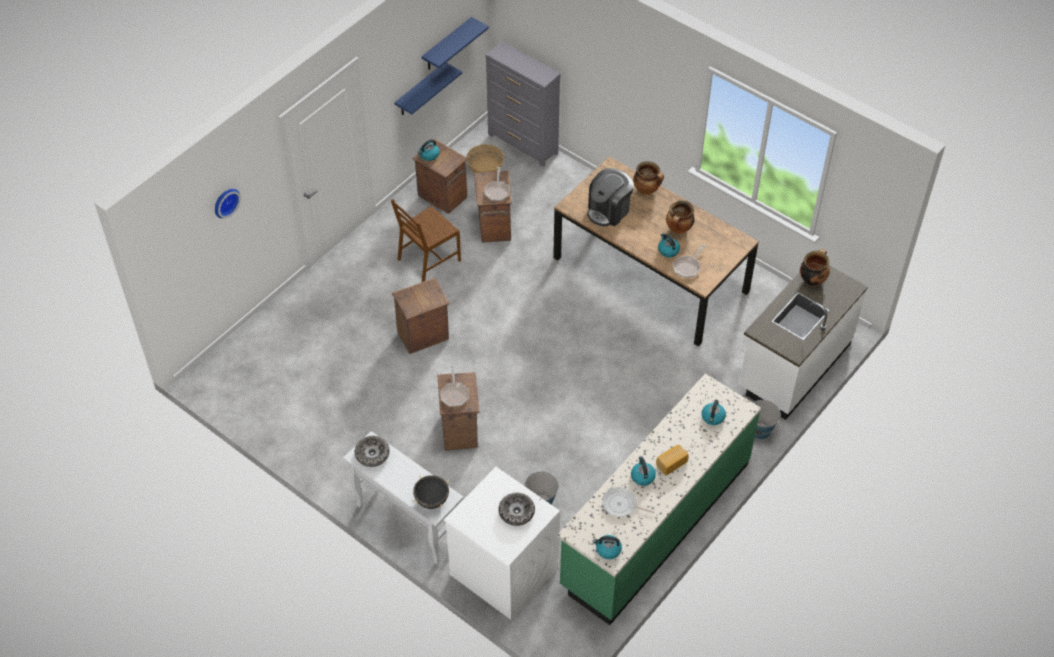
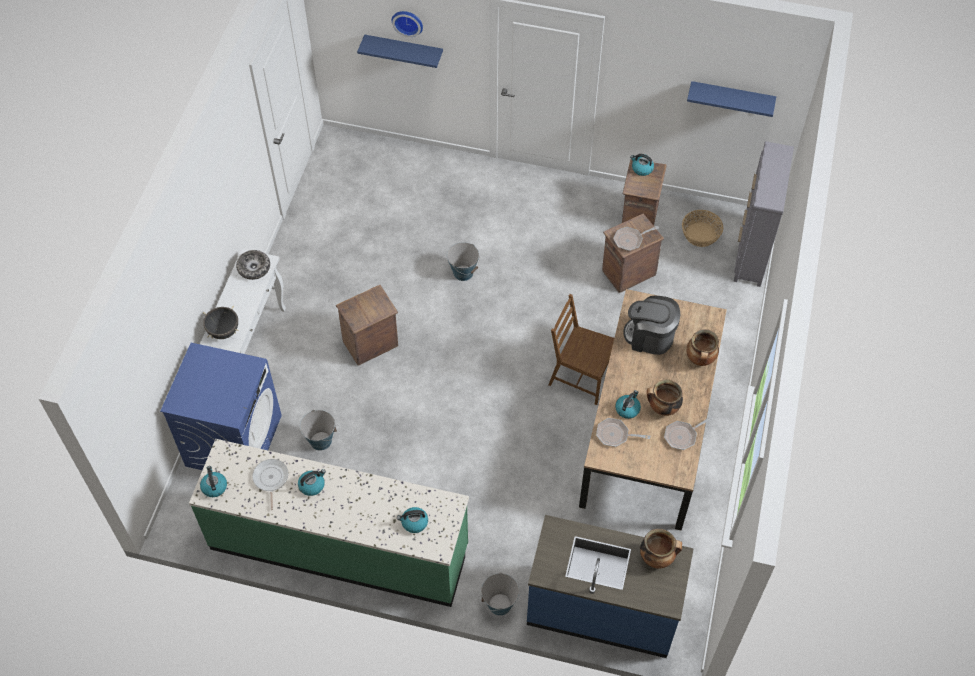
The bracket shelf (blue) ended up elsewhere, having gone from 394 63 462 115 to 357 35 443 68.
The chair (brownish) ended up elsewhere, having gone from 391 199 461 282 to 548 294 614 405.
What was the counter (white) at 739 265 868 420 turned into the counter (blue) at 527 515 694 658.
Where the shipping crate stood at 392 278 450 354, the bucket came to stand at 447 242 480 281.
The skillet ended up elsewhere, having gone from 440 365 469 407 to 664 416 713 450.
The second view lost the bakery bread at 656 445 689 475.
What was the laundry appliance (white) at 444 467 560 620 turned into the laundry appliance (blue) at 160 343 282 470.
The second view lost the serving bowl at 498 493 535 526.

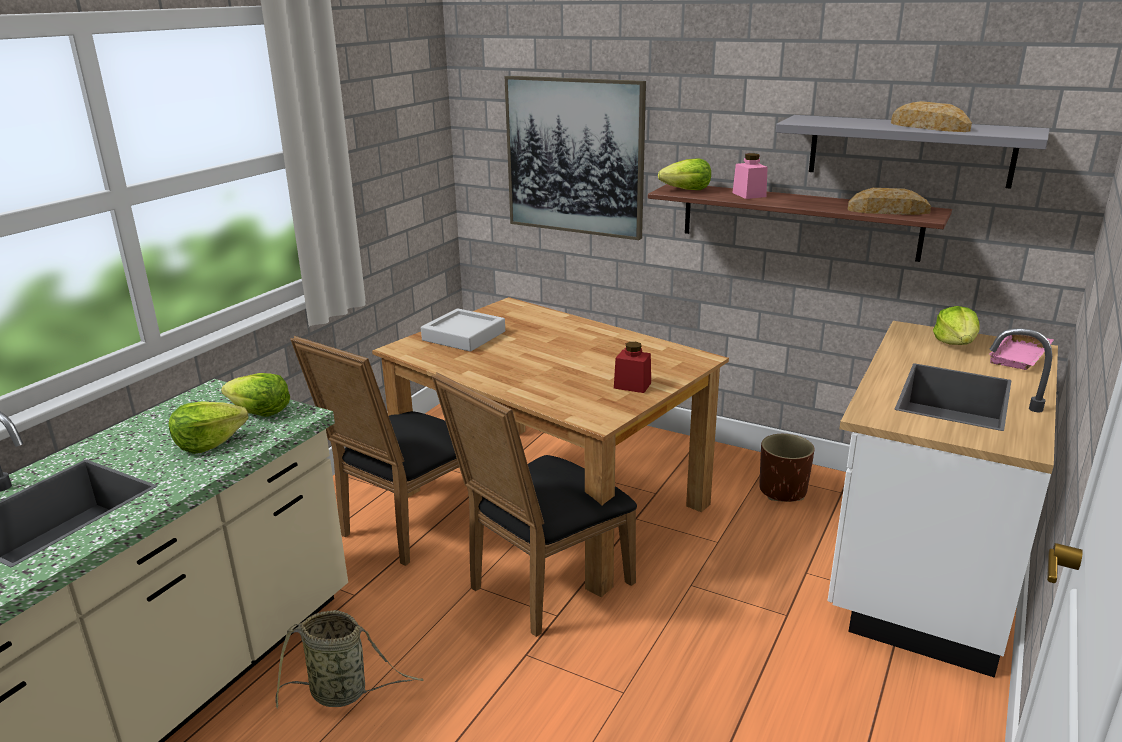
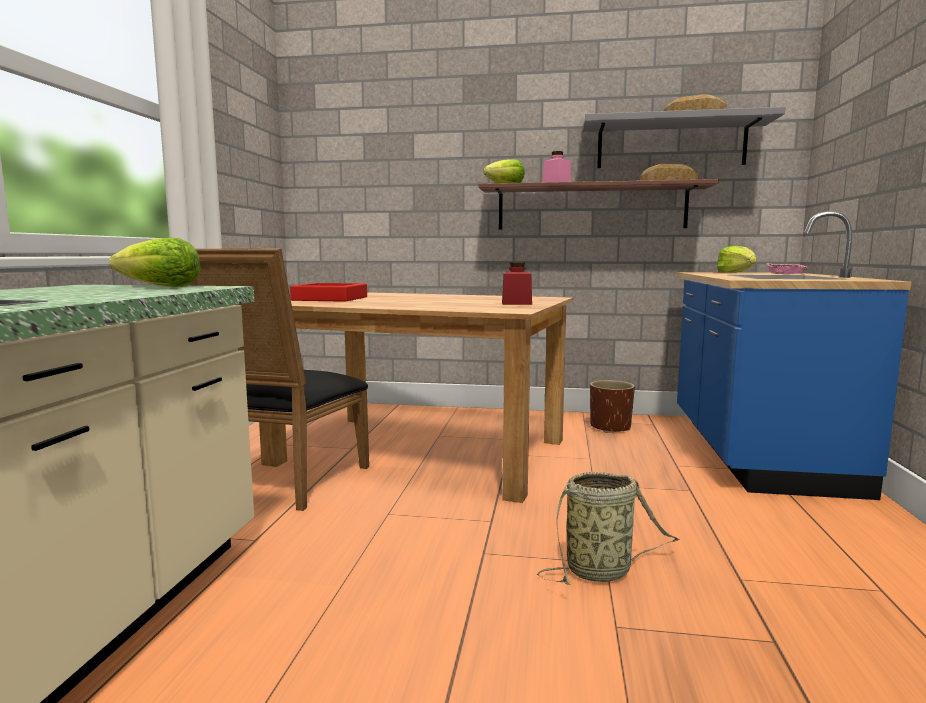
The second view lost the wall art at 505 76 646 240.
What was the serving tray (grey) at 421 308 505 352 turned into the serving tray (reddish) at 290 283 367 302.
What was the counter (white) at 828 321 1058 678 turned into the counter (blue) at 677 211 911 500.
The second view lost the chair (black) at 432 372 637 637.
The second view lost the head of lettuce at 169 401 248 454.
The household basket ended up elsewhere, having gone from 276 610 424 708 to 537 472 680 585.

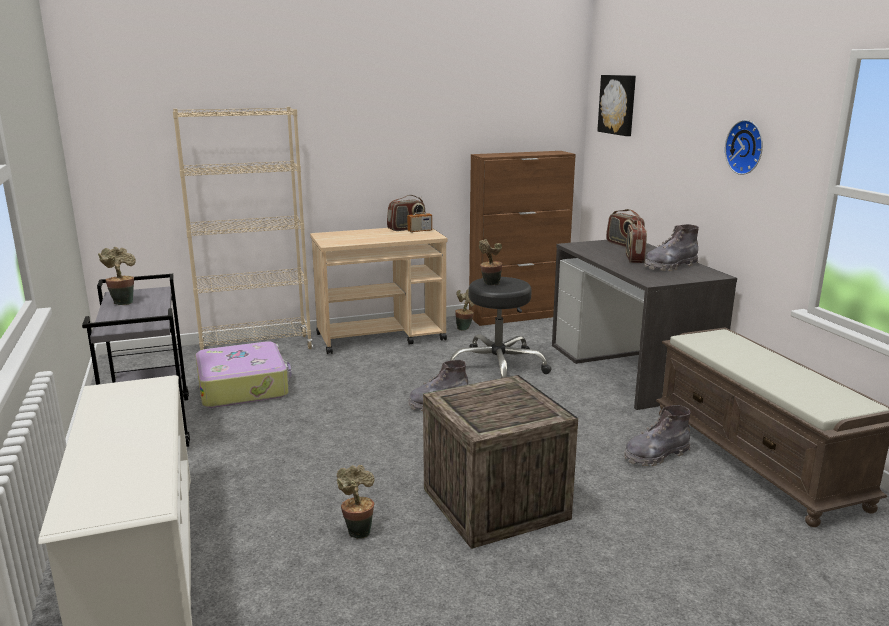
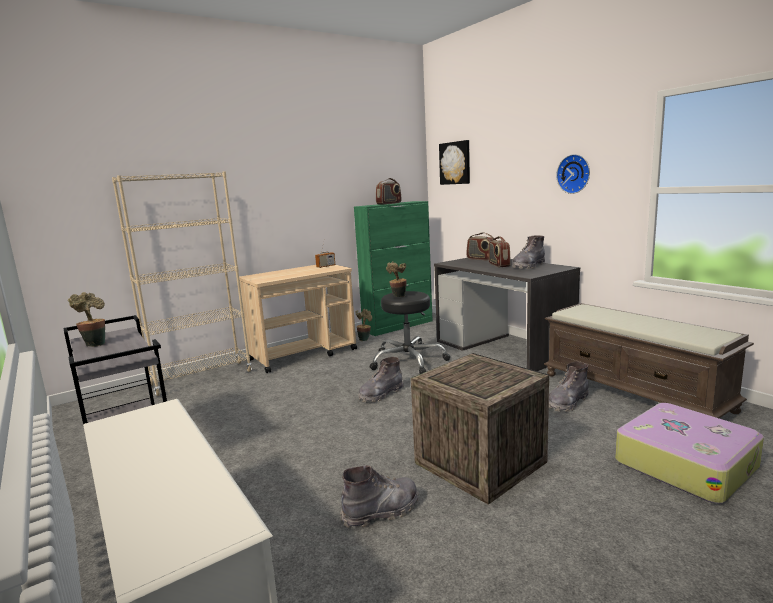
What was the storage cabinet (brownish) at 469 151 576 326 turned into the storage cabinet (greenish) at 354 201 433 336.
The radio receiver ended up elsewhere, having gone from 387 195 426 231 to 376 178 401 205.
The travel case ended up elsewhere, having gone from 195 341 292 408 to 615 403 764 503.
Where the houseplant stood at 337 465 375 539, the boot (grey) came to stand at 340 465 418 528.

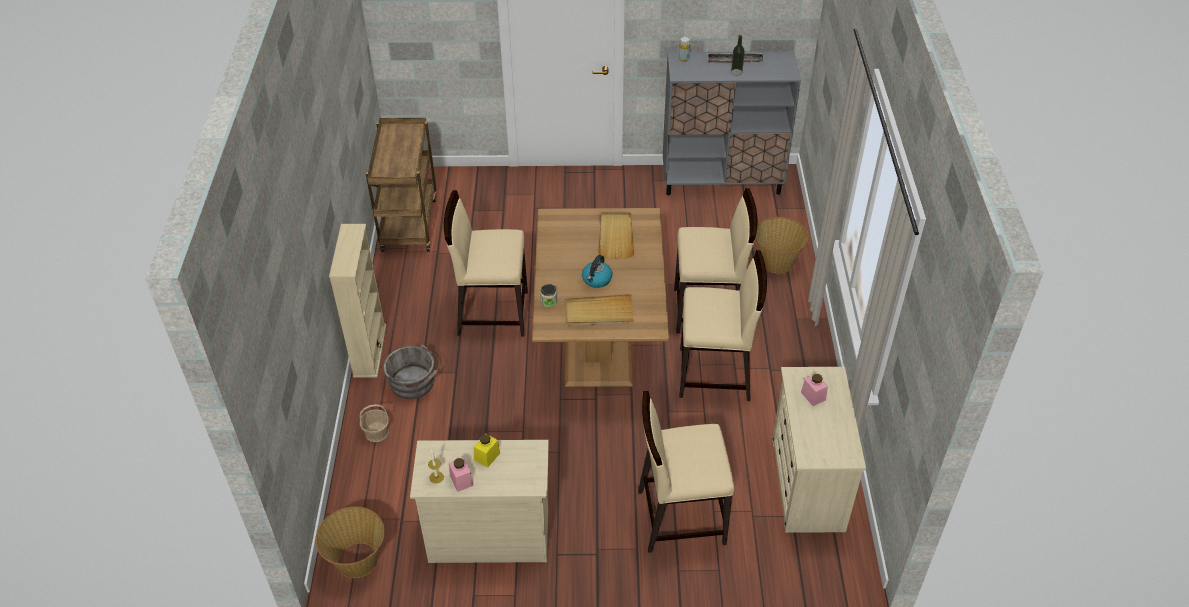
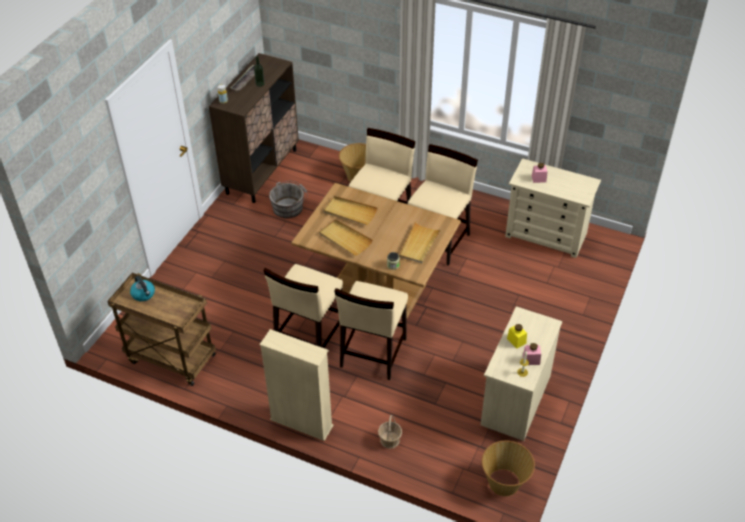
What was the storage cabinet (grey) at 663 51 801 195 turned into the storage cabinet (brownish) at 209 53 299 203.
The water kettle ended up elsewhere, having gone from 582 255 612 288 to 130 276 155 301.
The bucket (grey) ended up elsewhere, having gone from 383 345 440 399 to 269 181 308 219.
The chair (beige-coloured) ended up elsewhere, having gone from 638 391 734 553 to 335 281 408 380.
The second view gained the serving tray (beige-coloured) at 319 219 373 256.

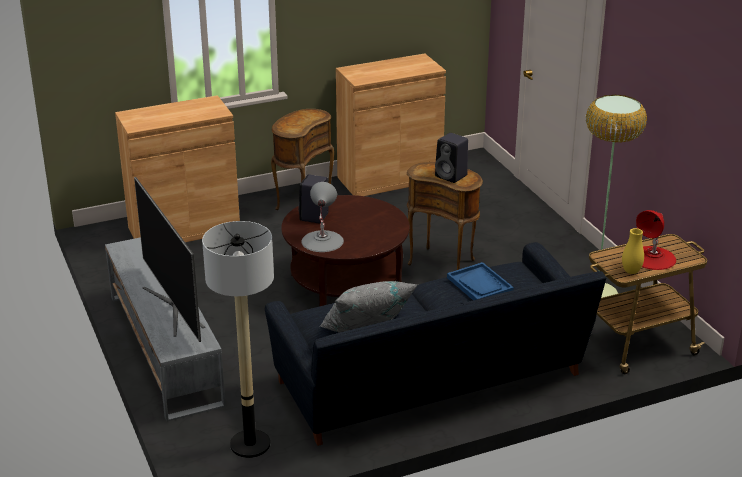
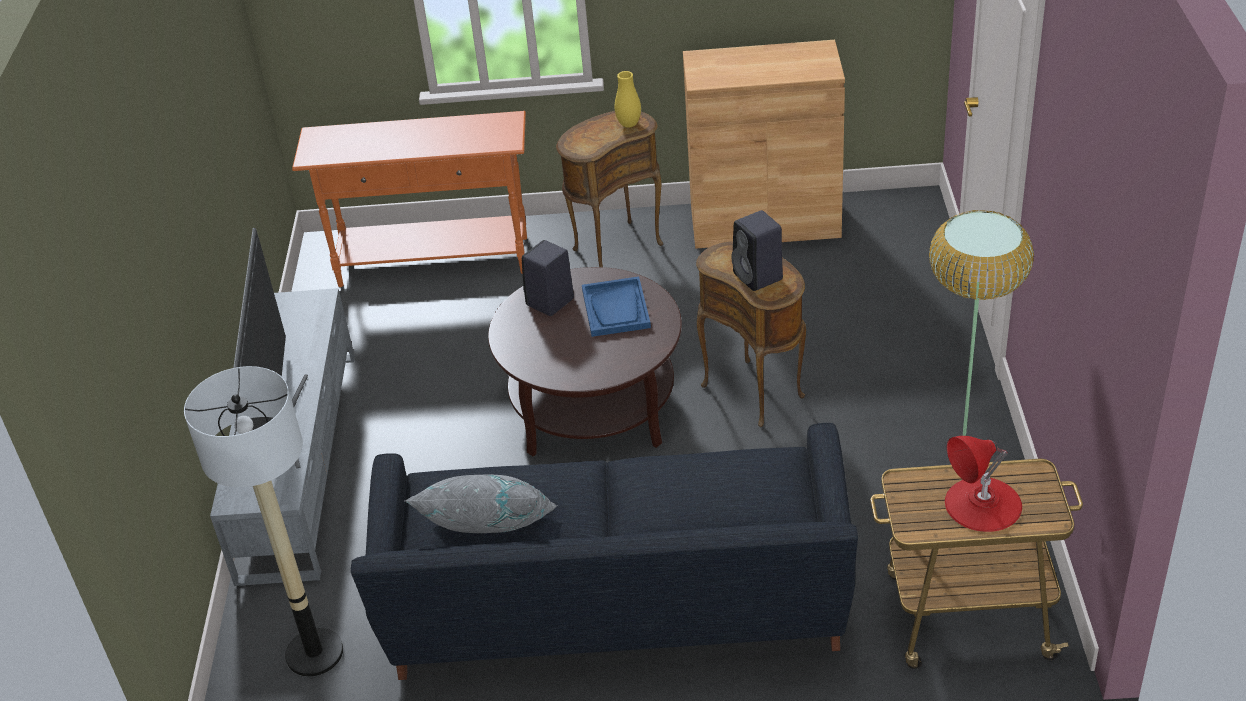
Where the storage cabinet (brownish) stood at 115 95 240 242, the narrow table (orange) came to stand at 292 111 527 287.
The second view lost the table lamp (grey) at 301 182 344 252.
The decorative vase (yellowish) ended up elsewhere, having gone from 622 228 644 274 to 615 71 641 128.
The serving tray (blue) ended up elsewhere, having gone from 447 262 514 300 to 582 277 651 337.

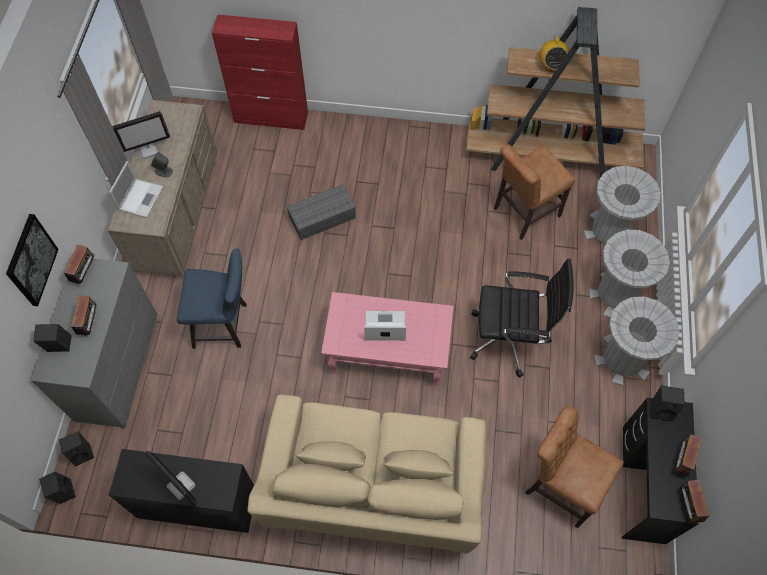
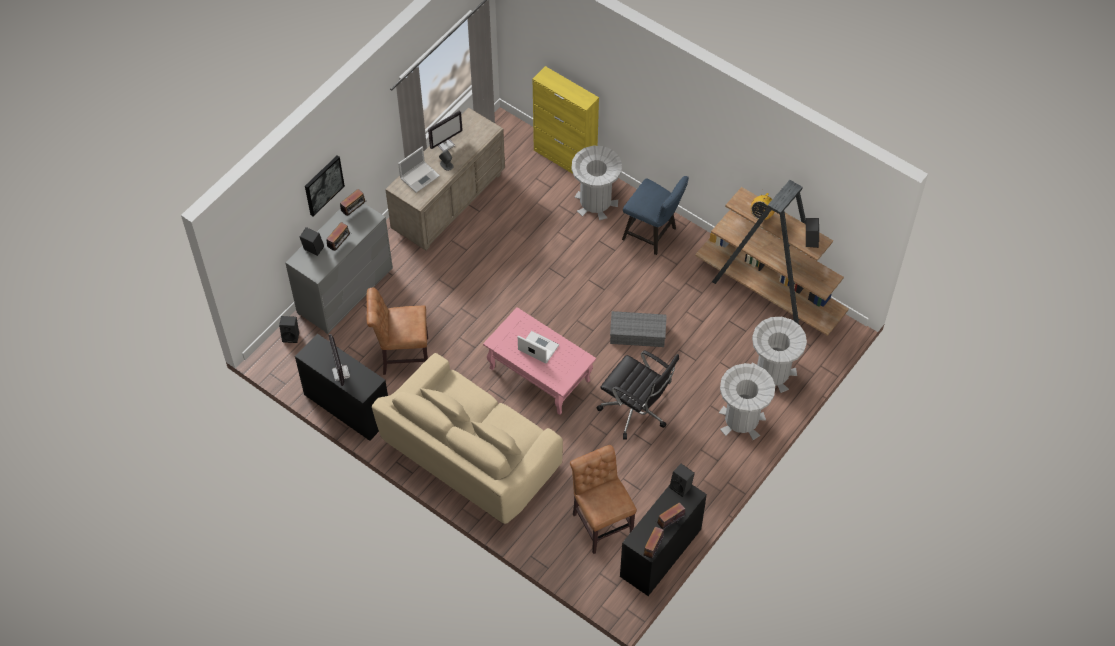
What was the storage cabinet (reddish) at 212 14 308 130 turned into the storage cabinet (yellowish) at 533 66 599 174.
The computer screen at 112 111 170 159 ended up facing another way, 45 degrees counterclockwise from before.
The chair (brownish) ended up elsewhere, having gone from 494 144 575 240 to 366 288 428 375.
The storage container (grey) ended up elsewhere, having gone from 286 184 356 240 to 610 311 667 347.
The chair (blue) ended up elsewhere, having gone from 177 248 247 349 to 622 176 689 255.
The waste bin (grey) ended up elsewhere, having gone from 594 297 680 386 to 572 146 622 220.
The loudspeaker (black) ended up elsewhere, having gone from 39 472 76 504 to 806 218 819 248.

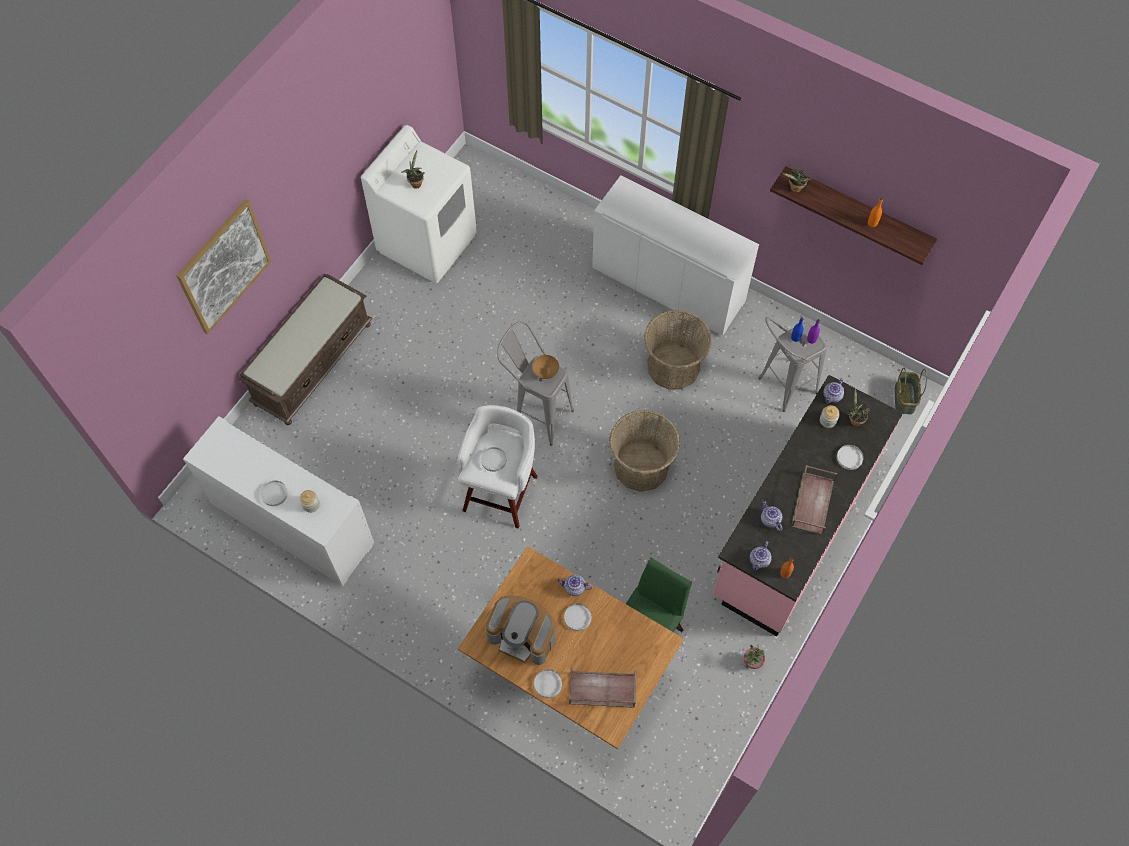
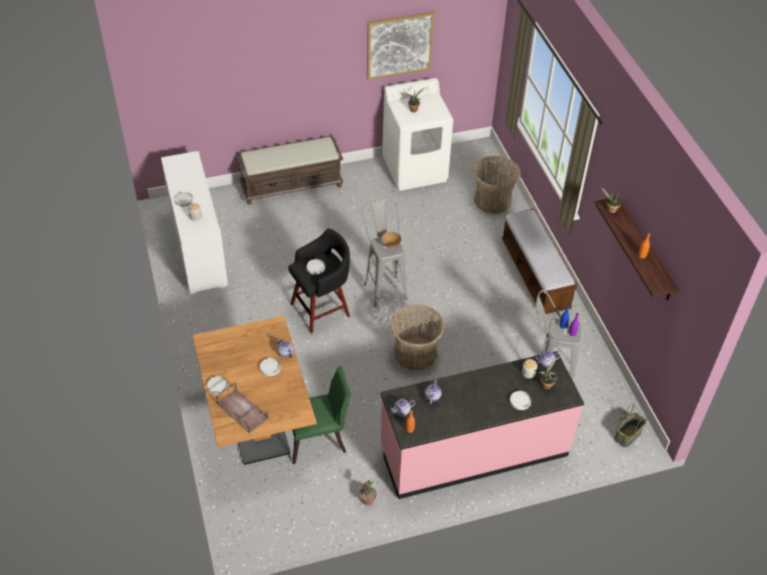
Where the storage cabinet (white) stood at 592 175 759 336, the bench came to stand at 502 209 577 314.
The wall art ended up elsewhere, having gone from 176 199 271 334 to 367 11 435 80.
The household basket ended up elsewhere, having gone from 644 310 712 390 to 473 155 521 214.
What was the stool (white) at 457 405 538 528 turned into the stool (black) at 288 229 350 333.
The second view lost the serving tray (brownish) at 791 465 837 535.
The second view lost the coffee machine at 486 596 556 665.

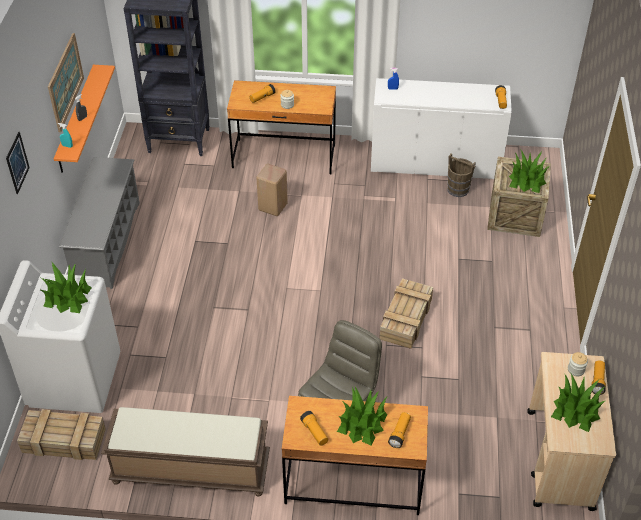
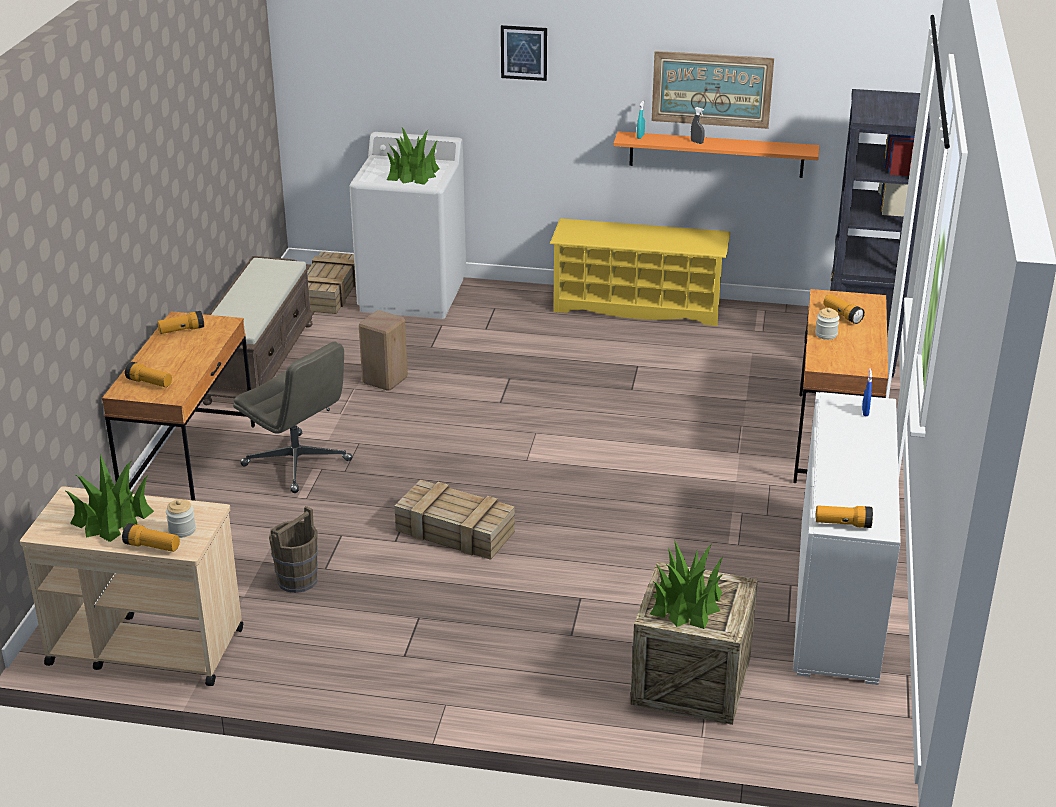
The bucket (brownish) ended up elsewhere, having gone from 447 153 476 197 to 269 506 318 593.
What was the shoe stand (grey) at 59 157 140 289 turned into the shoe stand (yellowish) at 550 218 730 326.
The stool (beige-coloured) ended up elsewhere, having gone from 256 164 288 216 to 359 310 408 391.
The second view lost the houseplant at 337 387 387 446.

